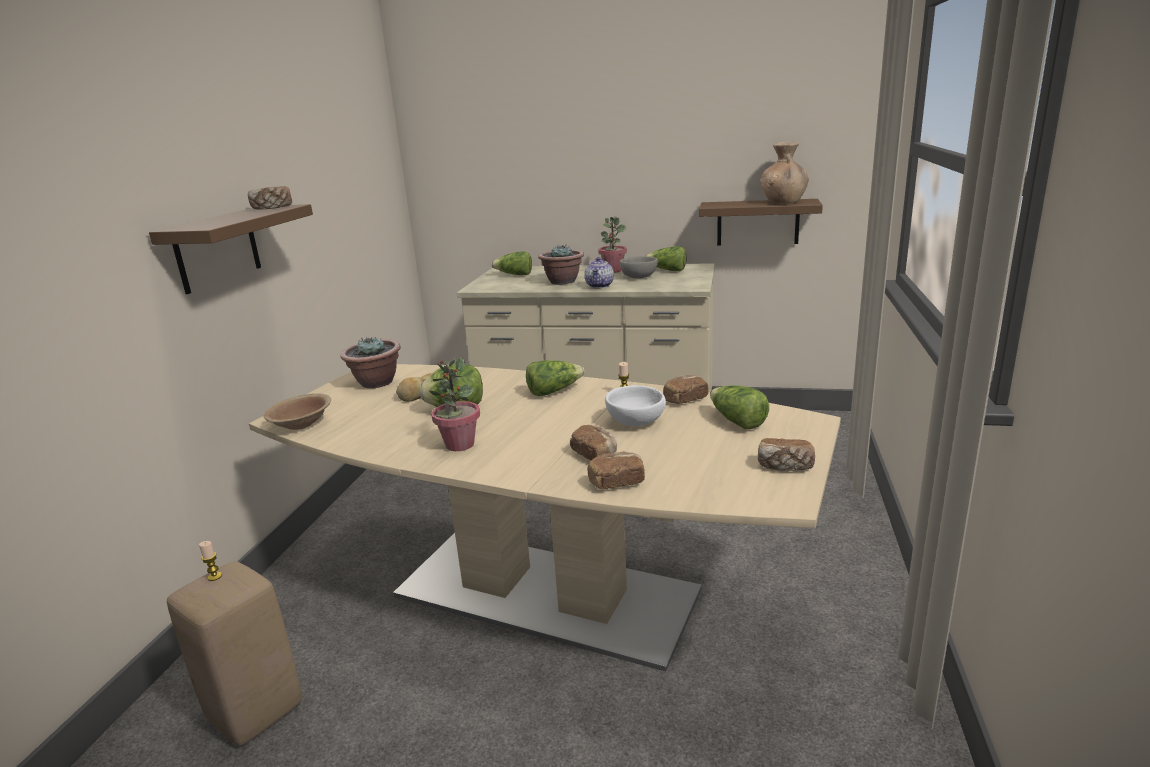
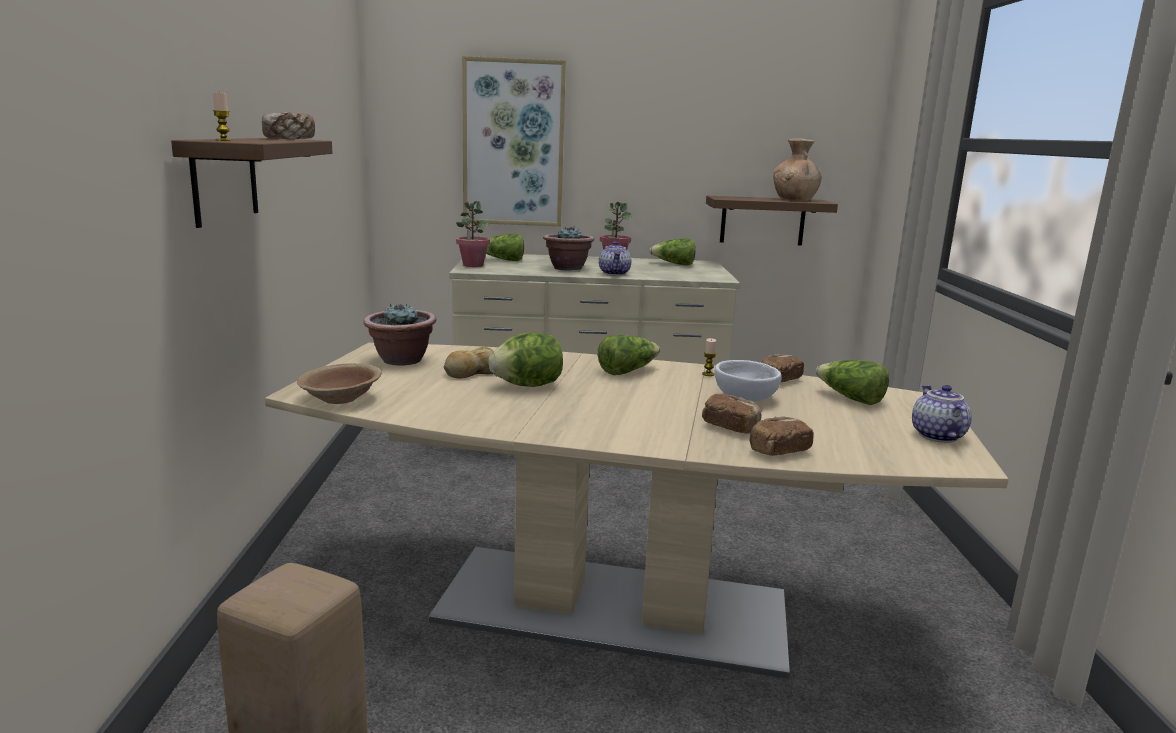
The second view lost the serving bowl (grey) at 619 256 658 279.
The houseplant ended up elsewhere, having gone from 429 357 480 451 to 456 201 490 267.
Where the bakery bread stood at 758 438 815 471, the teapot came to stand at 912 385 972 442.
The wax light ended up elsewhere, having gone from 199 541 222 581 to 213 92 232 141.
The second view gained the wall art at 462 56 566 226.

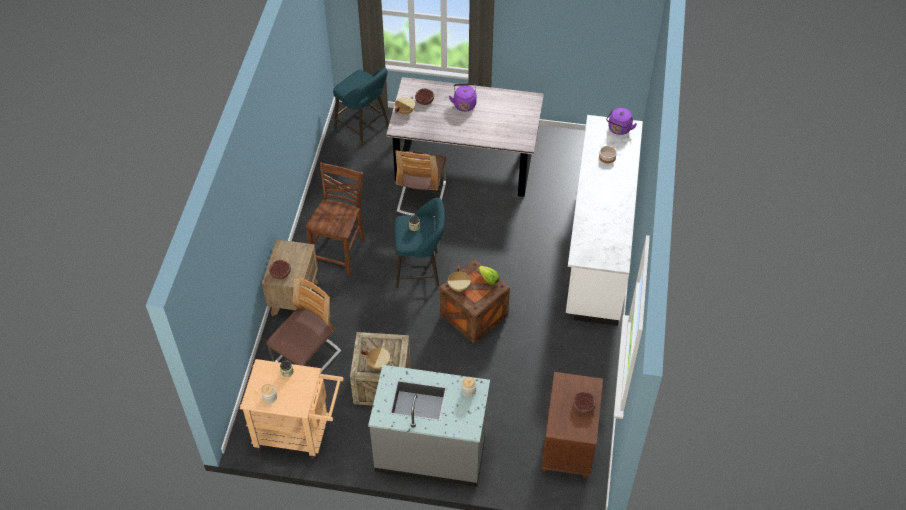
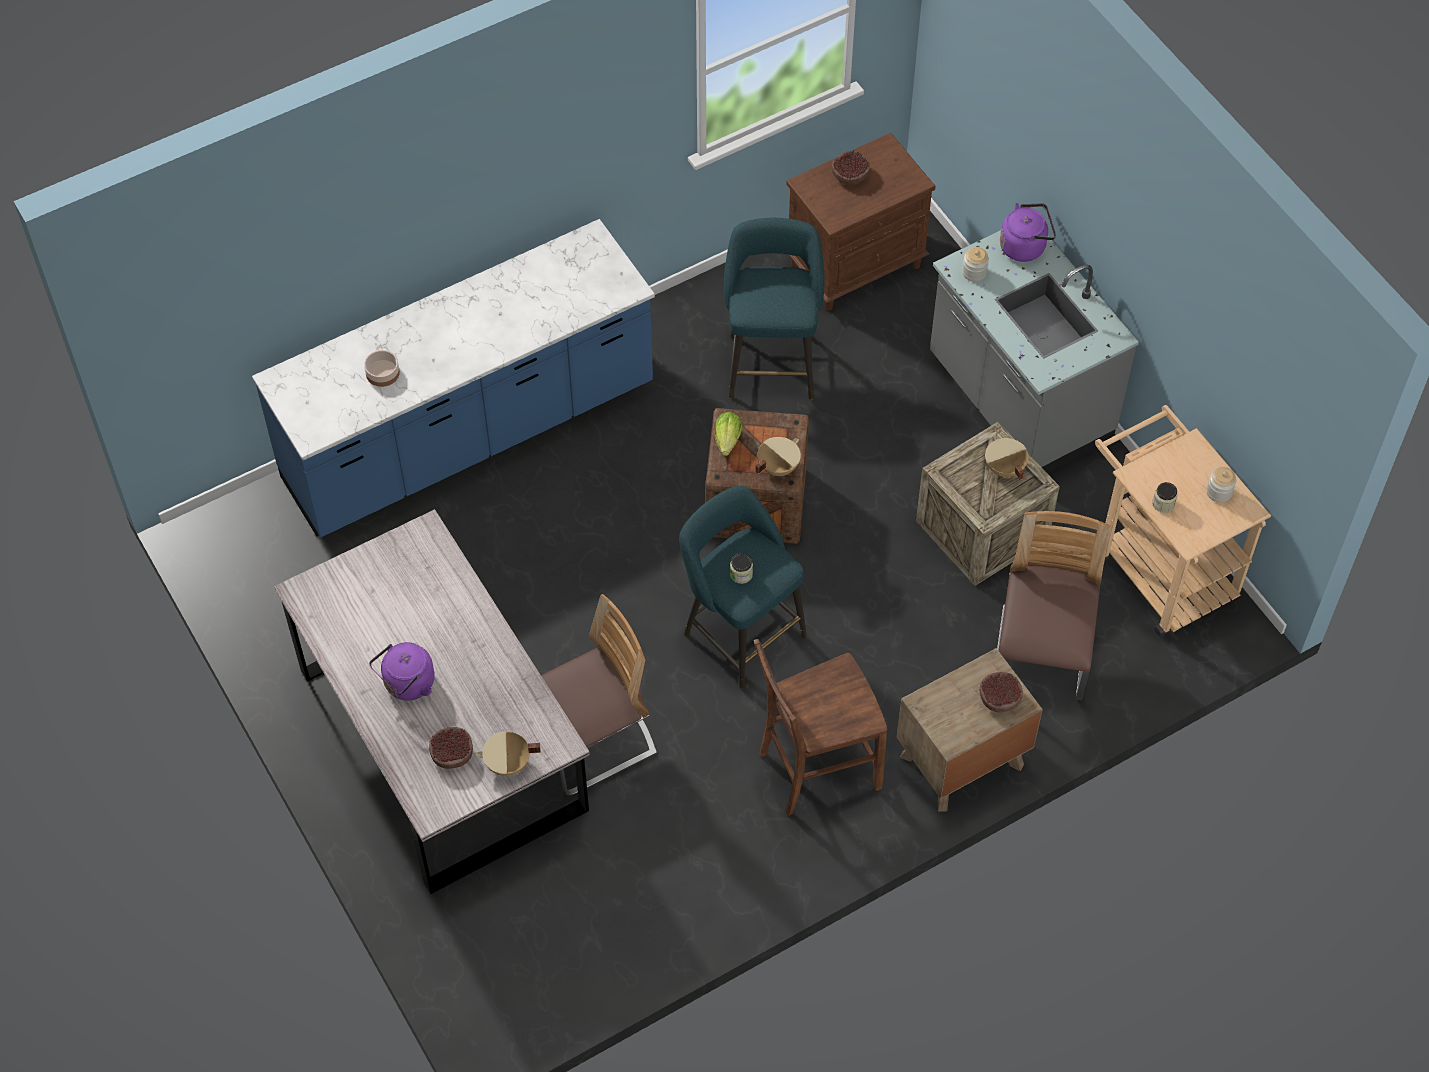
The stool (blue-green) ended up elsewhere, having gone from 333 68 389 146 to 724 218 825 400.
The water kettle (purple-coloured) ended up elsewhere, having gone from 606 108 637 135 to 1000 203 1056 262.
What was the counter (white) at 566 115 643 326 turned into the counter (blue) at 252 219 655 537.
The chair at 266 276 341 373 ended up facing another way, 105 degrees clockwise from before.

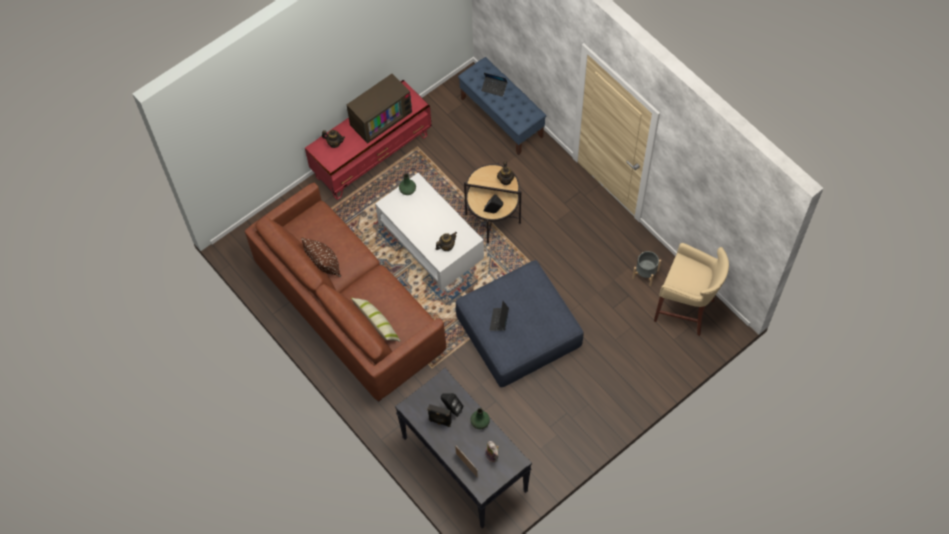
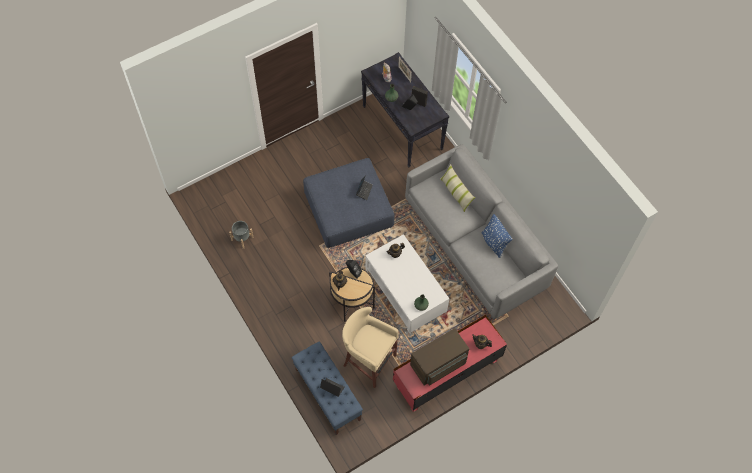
What was the settee (brownish) at 245 183 446 402 turned into the settee (grey) at 405 144 558 320.
What was the cushion (brownish) at 301 237 341 277 turned into the cushion (blue) at 481 214 512 258.
The stool (beige-coloured) ended up elsewhere, having gone from 654 243 729 336 to 342 307 399 388.

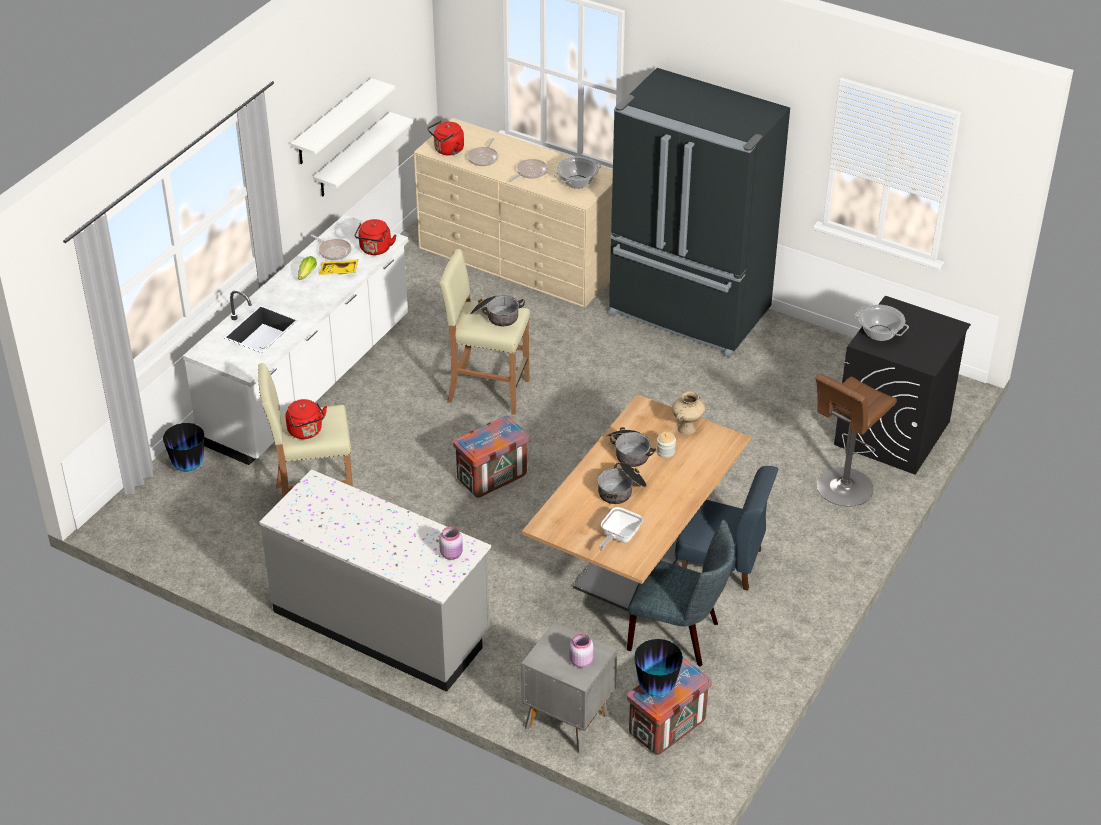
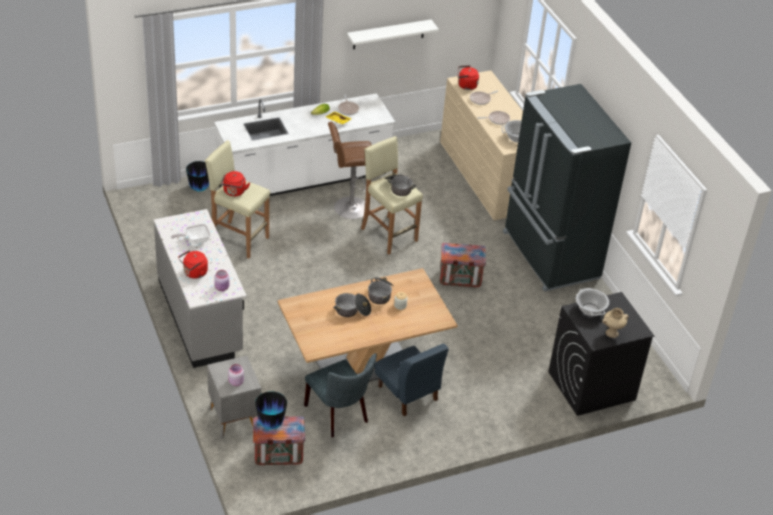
The second view lost the bracket shelf (white) at 313 112 413 197.
The water kettle (reddish) ended up elsewhere, having gone from 355 219 397 255 to 178 250 208 279.
The stool (brownish) ended up elsewhere, having gone from 815 374 897 506 to 328 122 371 219.
The decorative vase (beige-coloured) ended up elsewhere, having gone from 672 391 705 435 to 602 308 629 338.
The shipping crate ended up elsewhere, having gone from 453 416 529 498 to 440 243 486 287.
The skillet ended up elsewhere, having gone from 599 507 643 551 to 171 223 211 244.

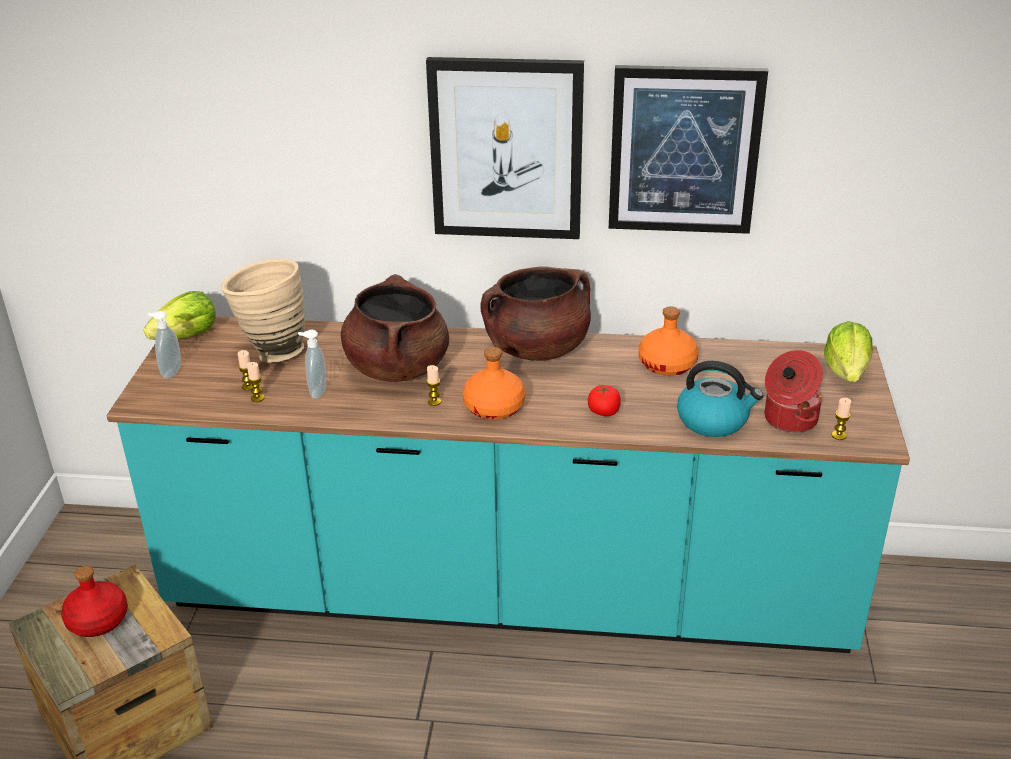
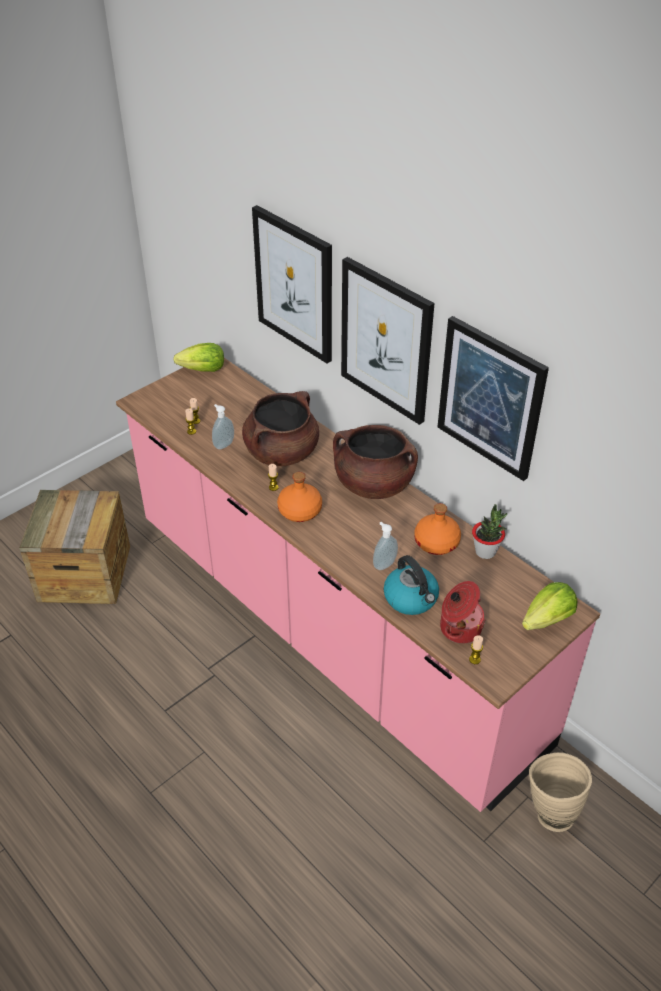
The decorative vase (beige-coloured) ended up elsewhere, having gone from 221 259 305 363 to 529 752 592 832.
The soap bottle ended up elsewhere, having gone from 148 311 181 379 to 373 522 398 570.
What was the counter (blue-green) at 106 316 910 653 turned into the counter (pink-coloured) at 116 358 600 812.
The second view lost the tomato at 588 385 621 416.
The second view lost the drink bottle (reddish) at 61 566 128 637.
The second view gained the wall art at 252 205 332 363.
The second view gained the houseplant at 472 504 507 559.

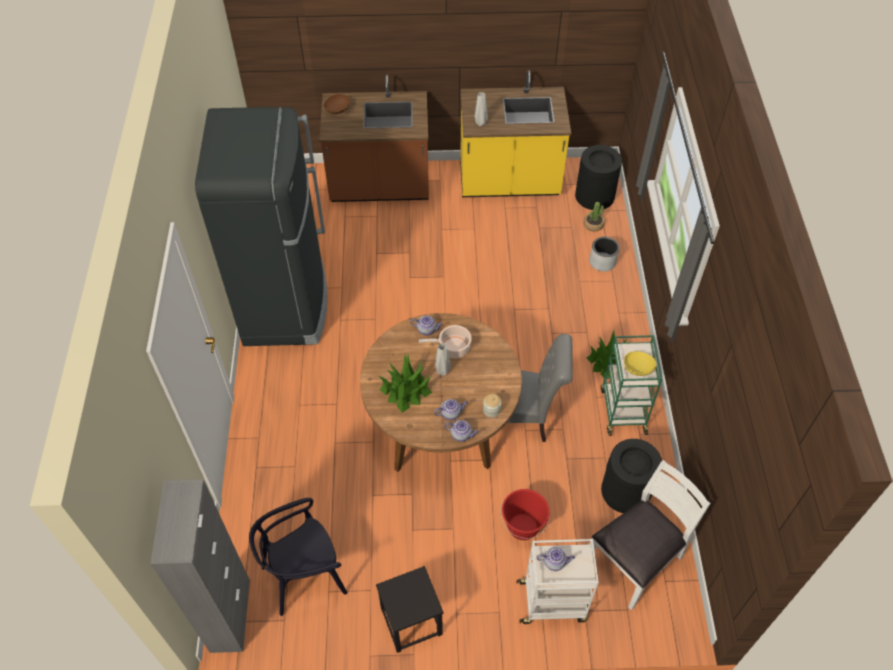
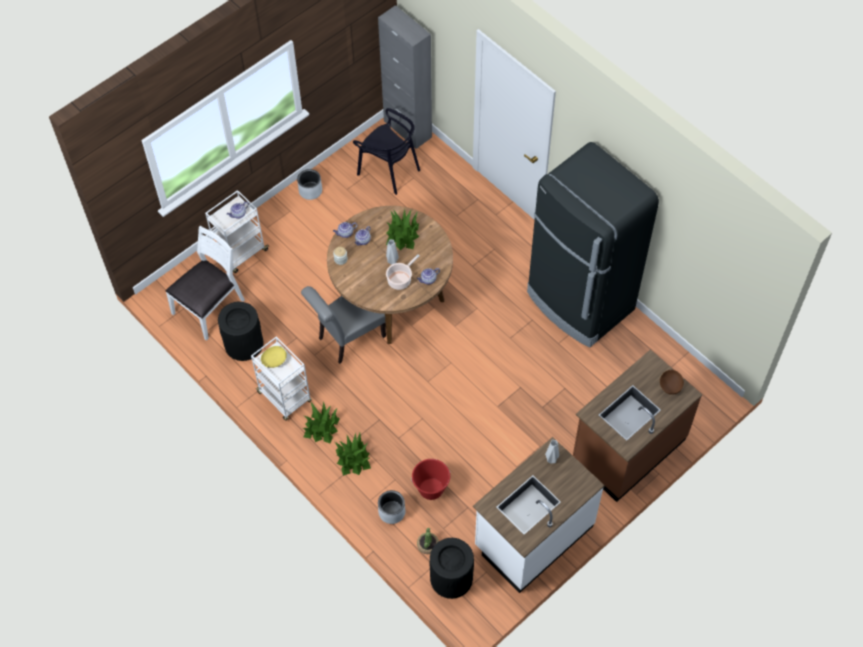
What was the counter (yellowish) at 460 70 571 197 turned into the counter (white) at 473 437 605 593.
What was the cart (greenish) at 601 335 663 436 turned into the cart (white) at 251 336 312 421.
The chair (white) at 589 460 711 610 ended up facing another way, 150 degrees counterclockwise from before.
The bucket (reddish) ended up elsewhere, having gone from 500 489 550 540 to 411 459 450 500.
The chair (black) at 249 498 348 616 ended up facing another way, 105 degrees clockwise from before.
Where the stool (black) stood at 376 566 443 653, the plant pot (grey) came to stand at 297 169 322 200.
The second view gained the houseplant at 335 433 371 476.

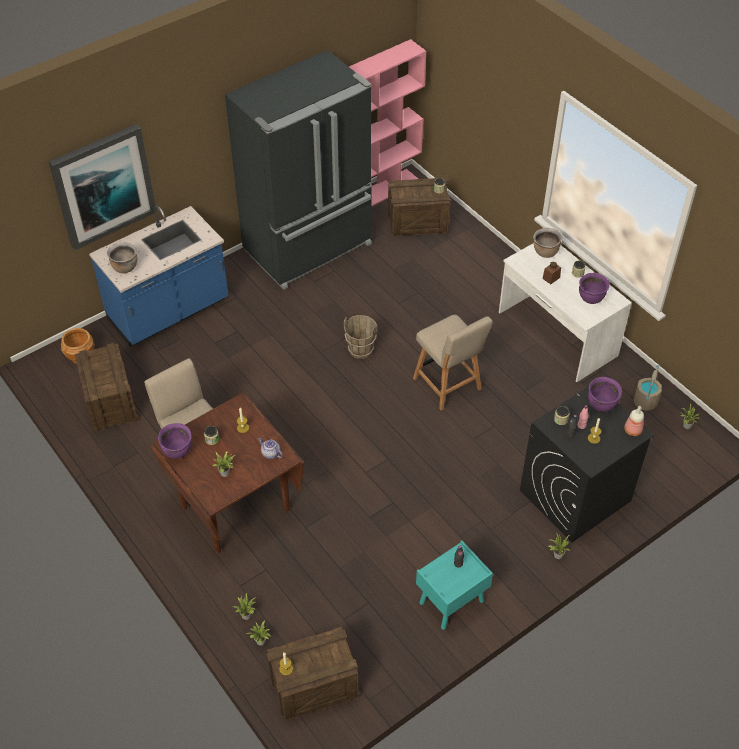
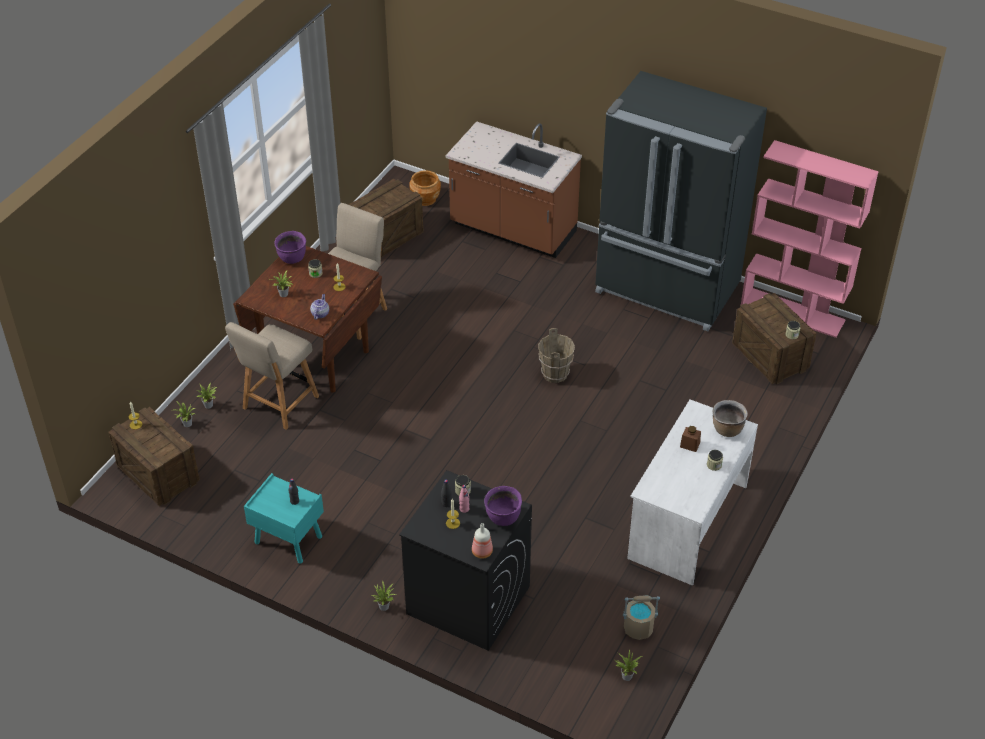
The second view lost the wall art at 49 124 155 250.
What was the counter (blue) at 89 206 229 347 turned into the counter (brownish) at 446 121 582 258.
The second view lost the saucepot (brownish) at 107 242 137 273.
The second view lost the saucepot (purple-coloured) at 579 273 610 304.
The chair (beige-coloured) ended up elsewhere, having gone from 413 315 493 410 to 225 322 319 430.

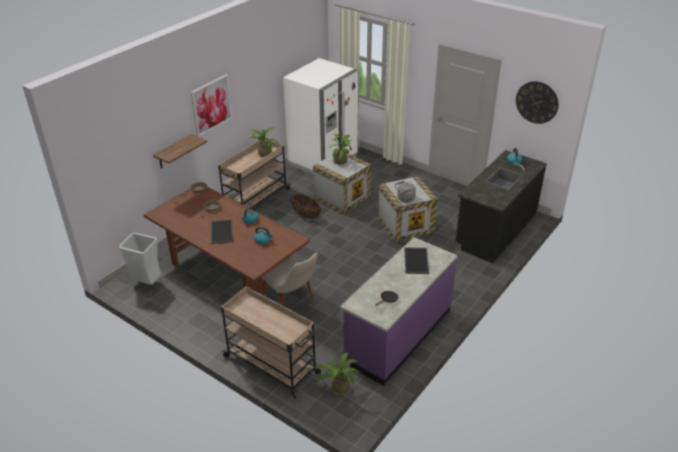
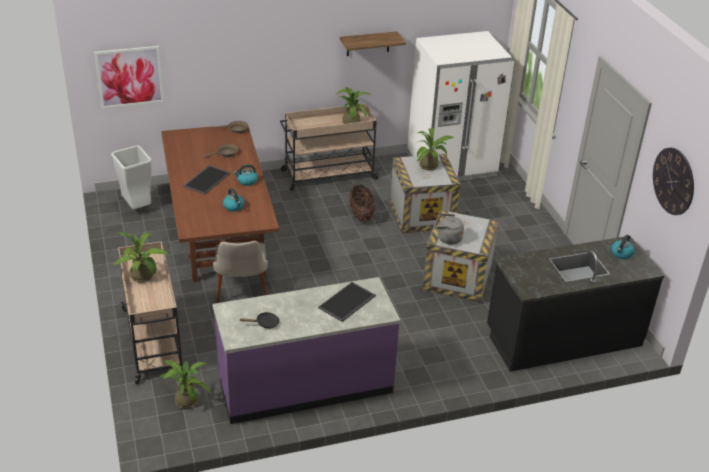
The wall art ended up elsewhere, having gone from 191 74 233 137 to 94 46 164 109.
The bracket shelf ended up elsewhere, having gone from 153 134 207 168 to 340 31 406 56.
The second view gained the houseplant at 113 232 169 282.

